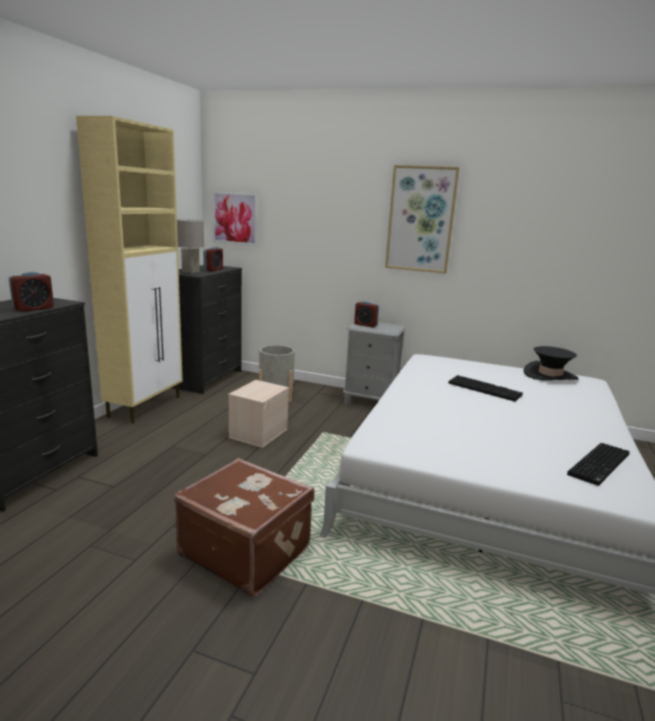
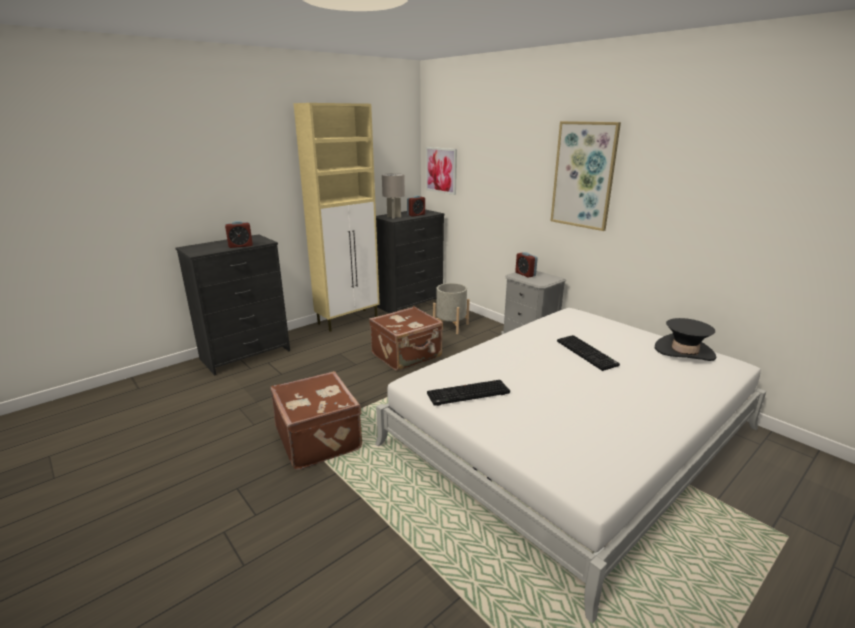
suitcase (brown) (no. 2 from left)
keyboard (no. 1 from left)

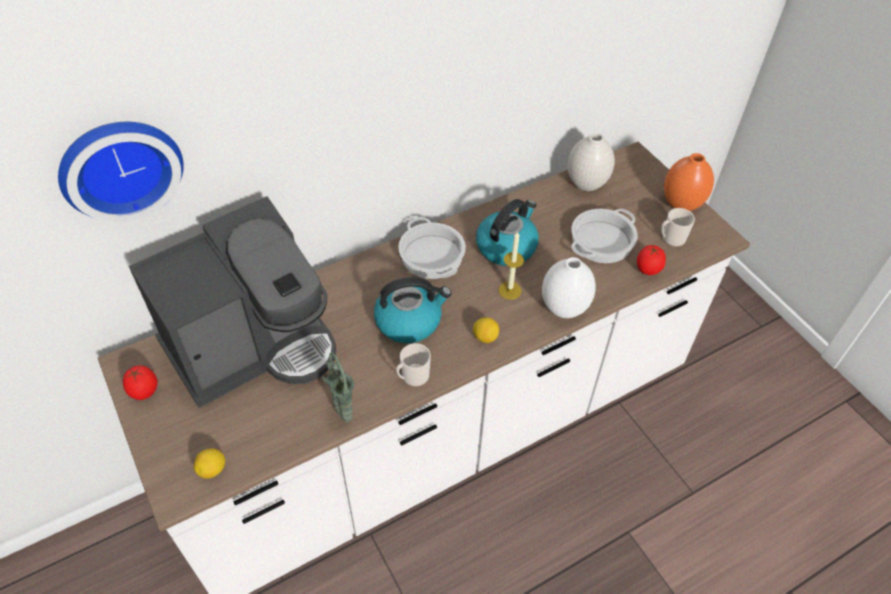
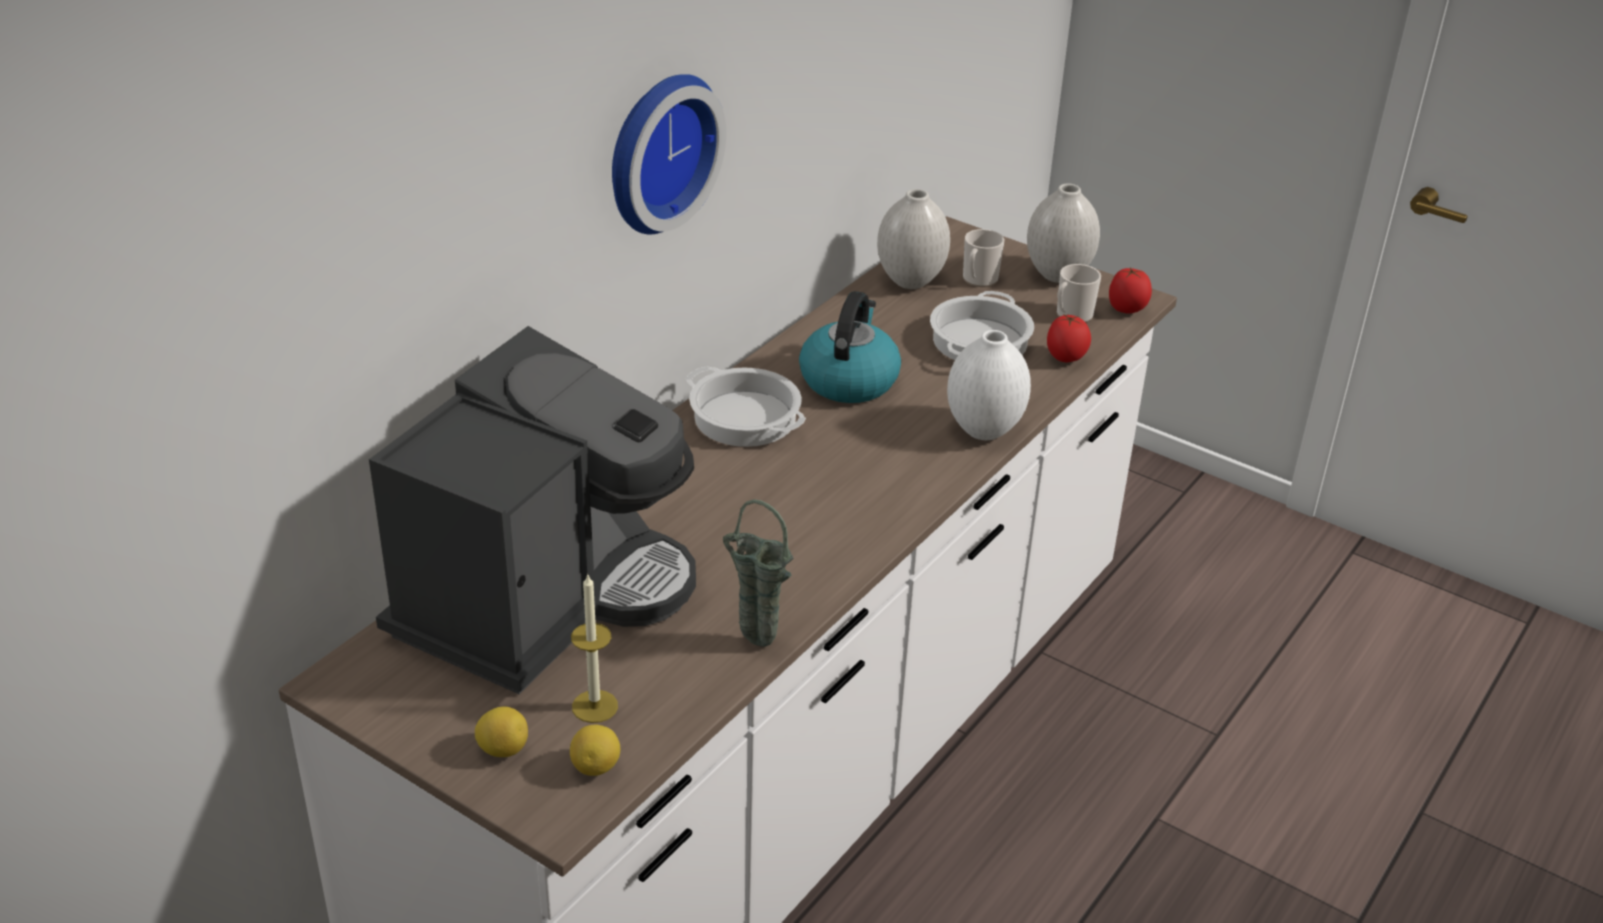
lemon (no. 1 from left)
candle
wall clock
mug (no. 1 from left)
vase (white) (no. 3 from left)
tomato (no. 2 from left)
kettle (no. 1 from left in the first image)

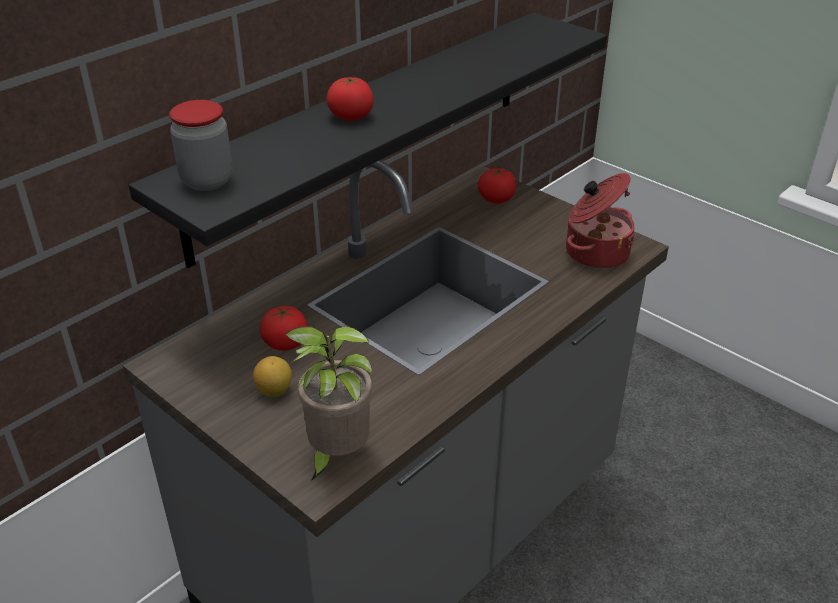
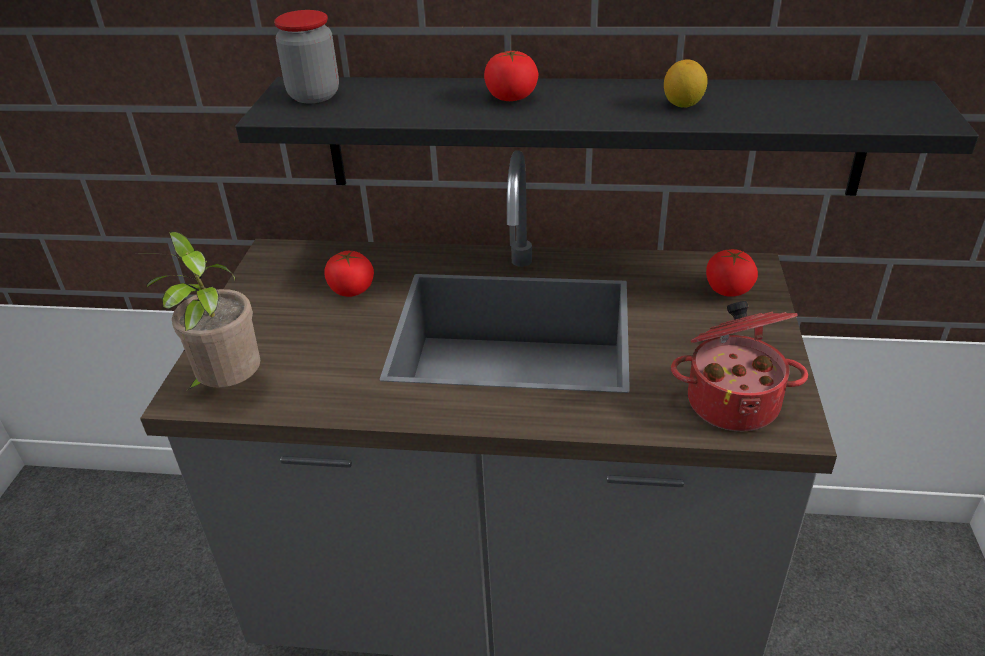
lemon

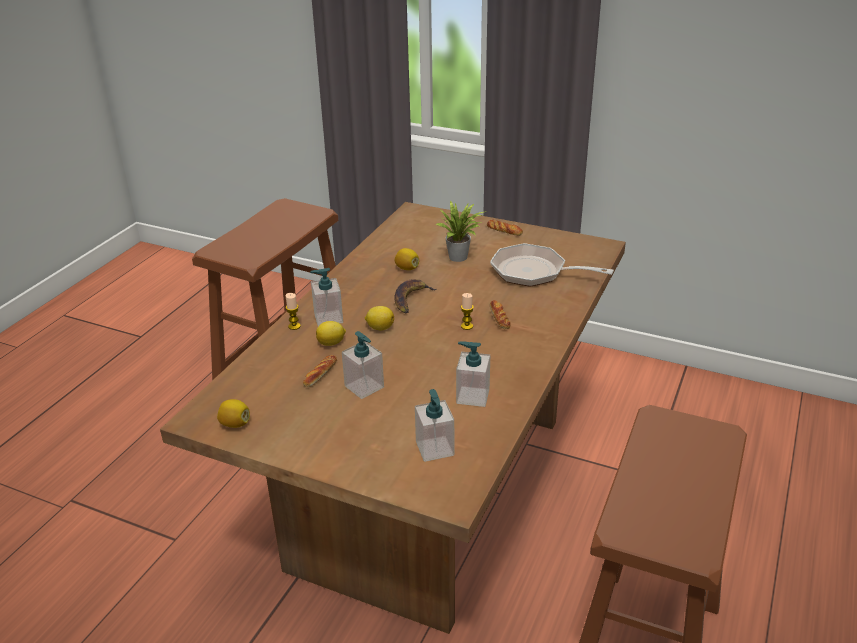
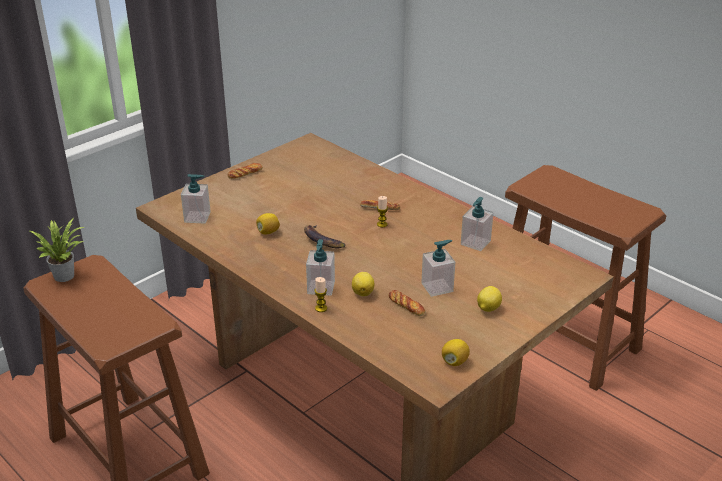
potted plant
soap dispenser (no. 1 from left)
lemon (no. 4 from left)
frying pan

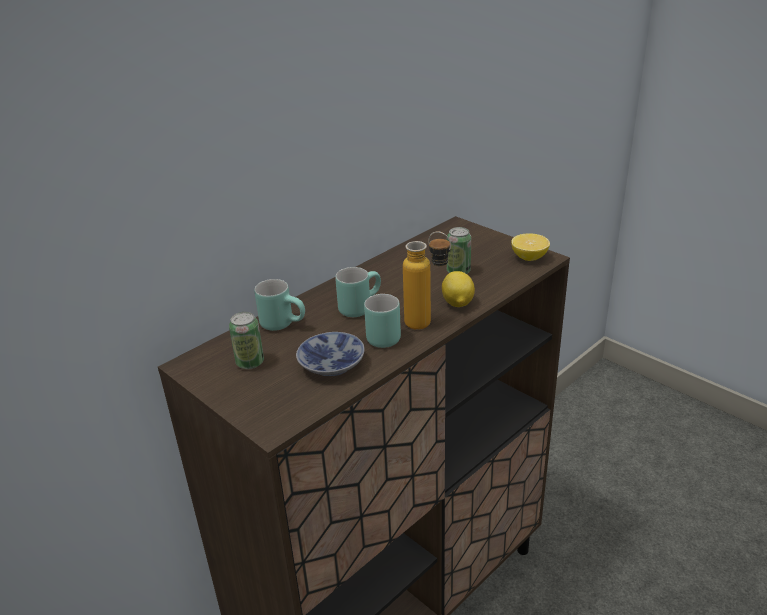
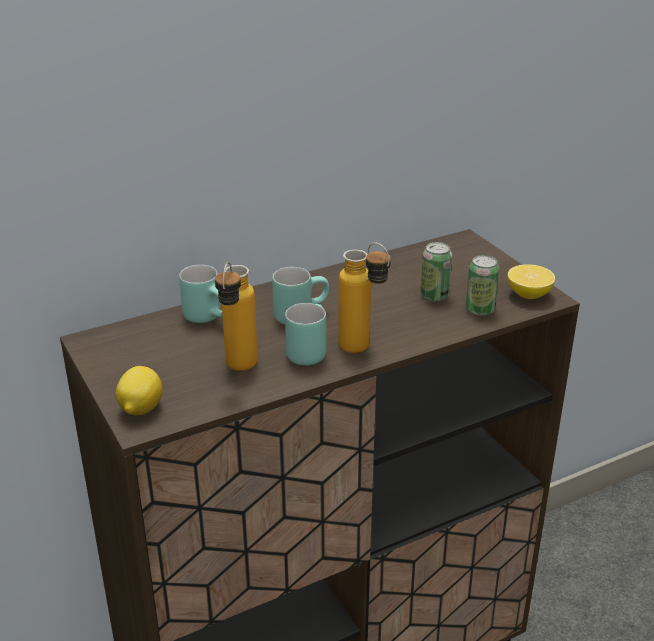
lemon (no. 1 from left)
bottle (no. 1 from left)
can (no. 2 from left)

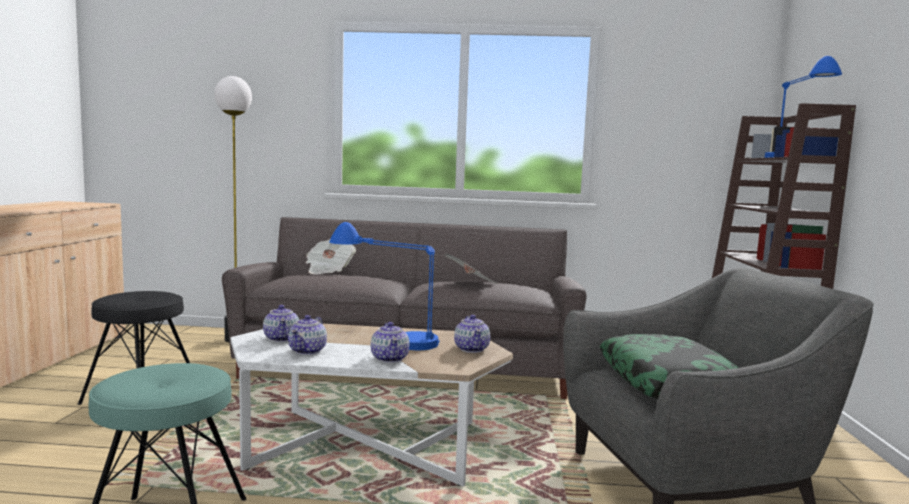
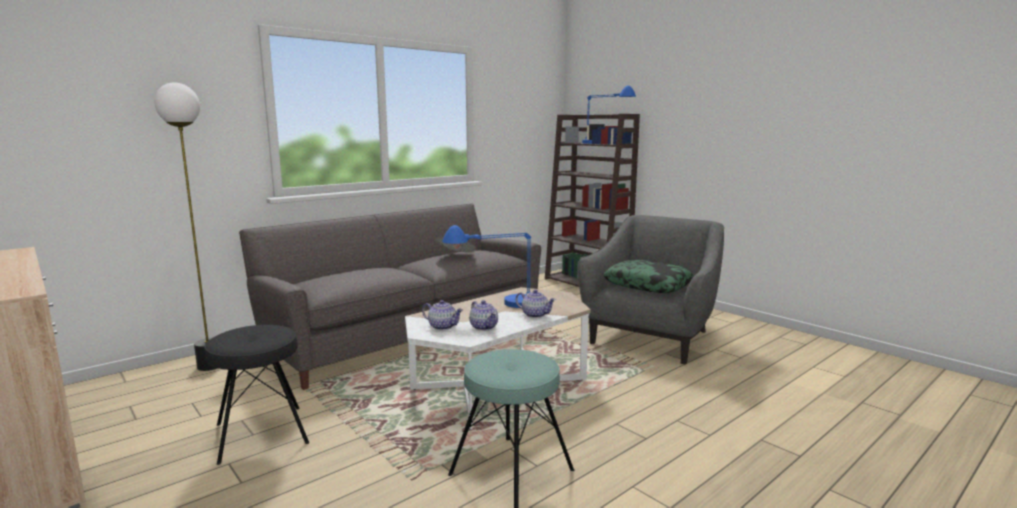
newspaper (no. 1 from left in the first image)
teapot (no. 4 from left in the first image)

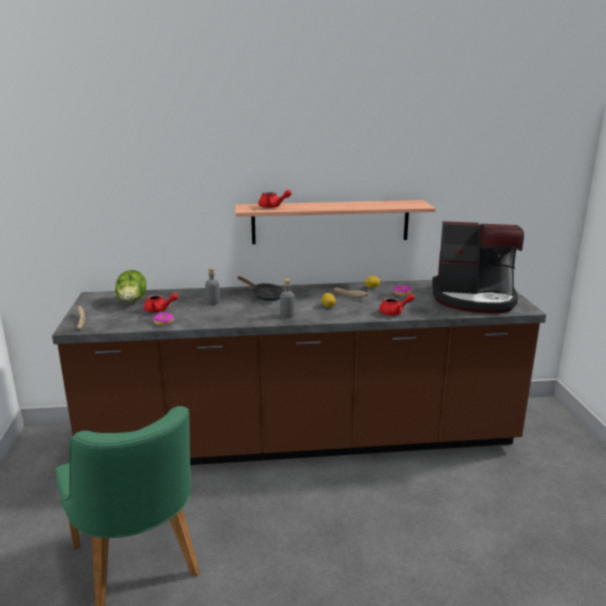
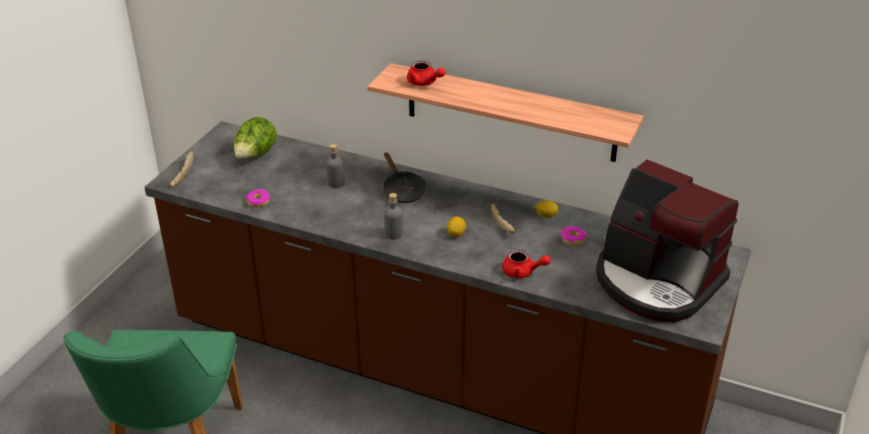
teapot (red) (no. 1 from left in the first image)

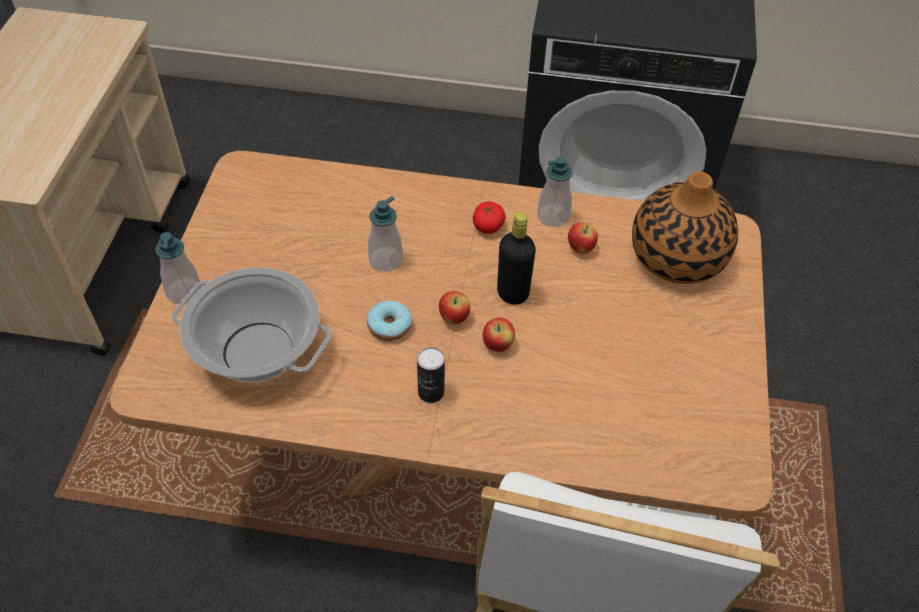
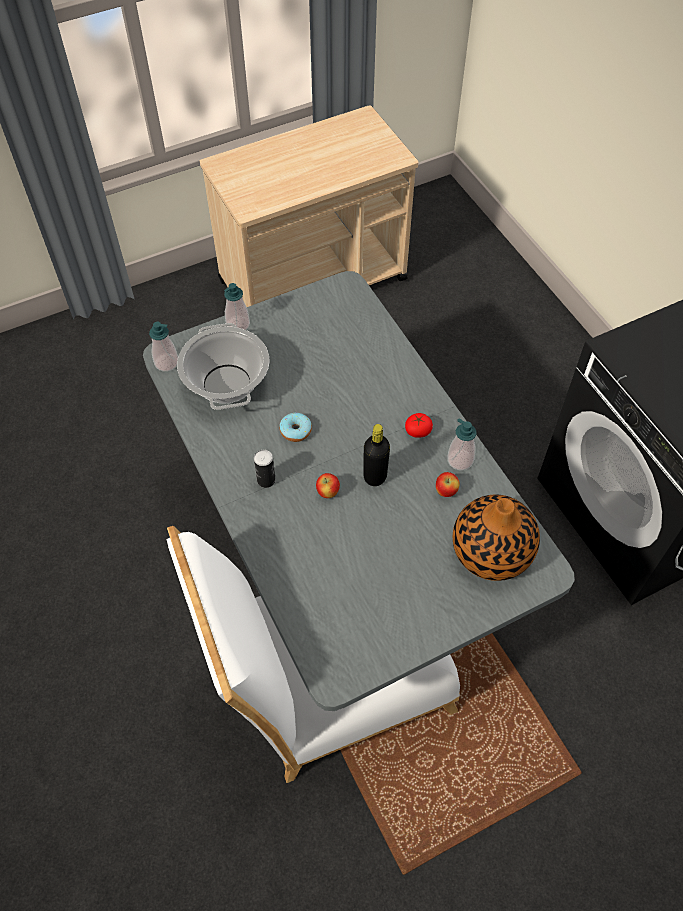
dining table (grey)
soap dispenser (no. 1 from left)
apple (no. 1 from left in the first image)

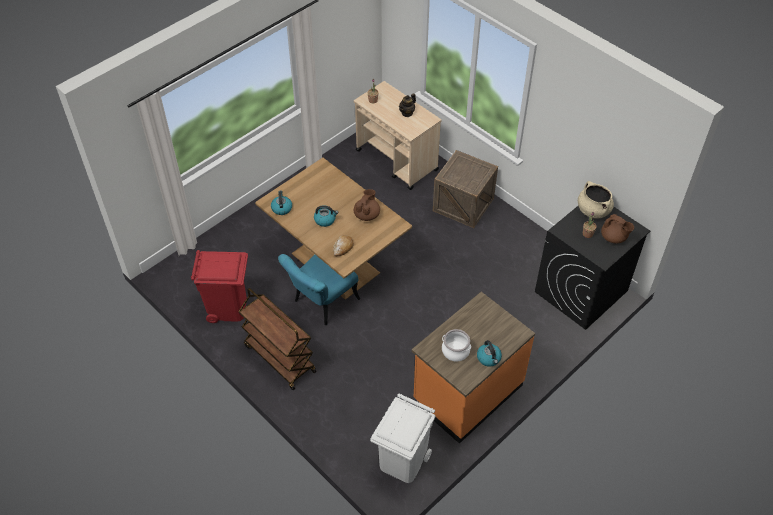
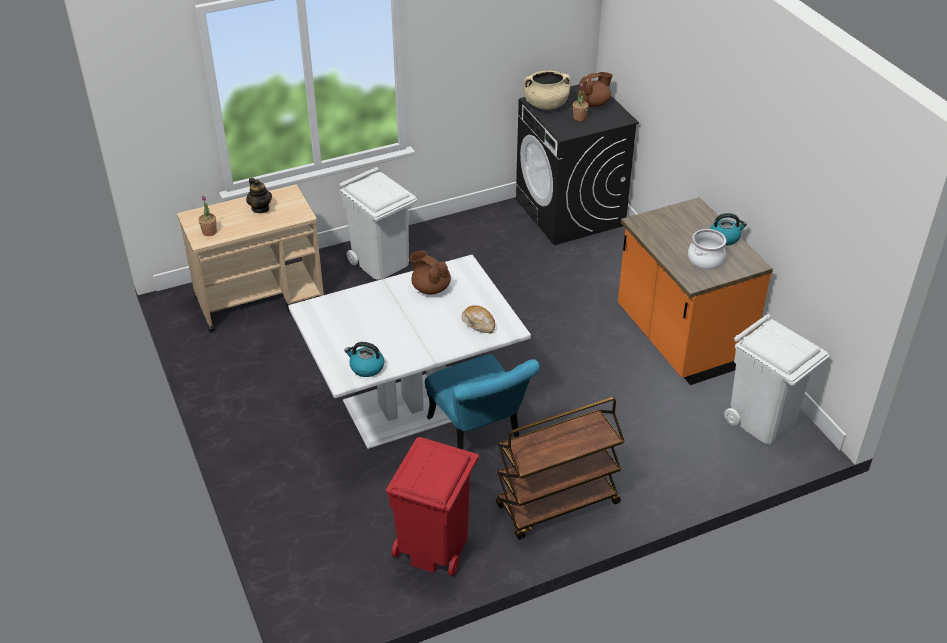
dining table (white)
trash can (white) (no. 1 from left)
kettle (no. 2 from left in the first image)

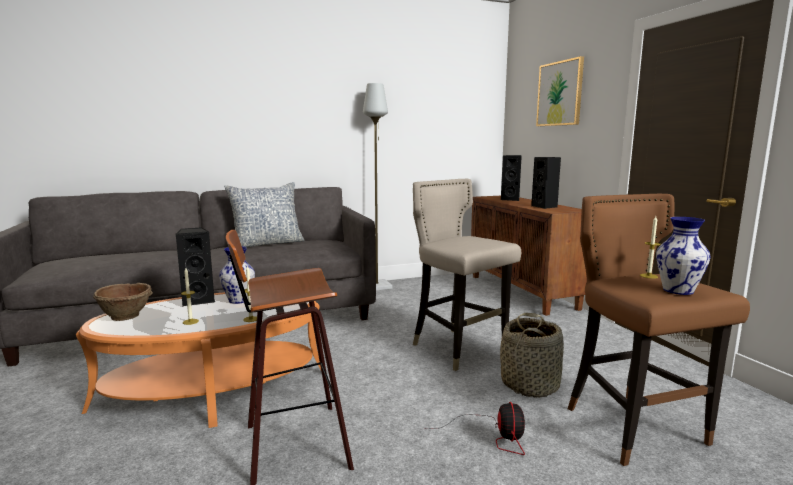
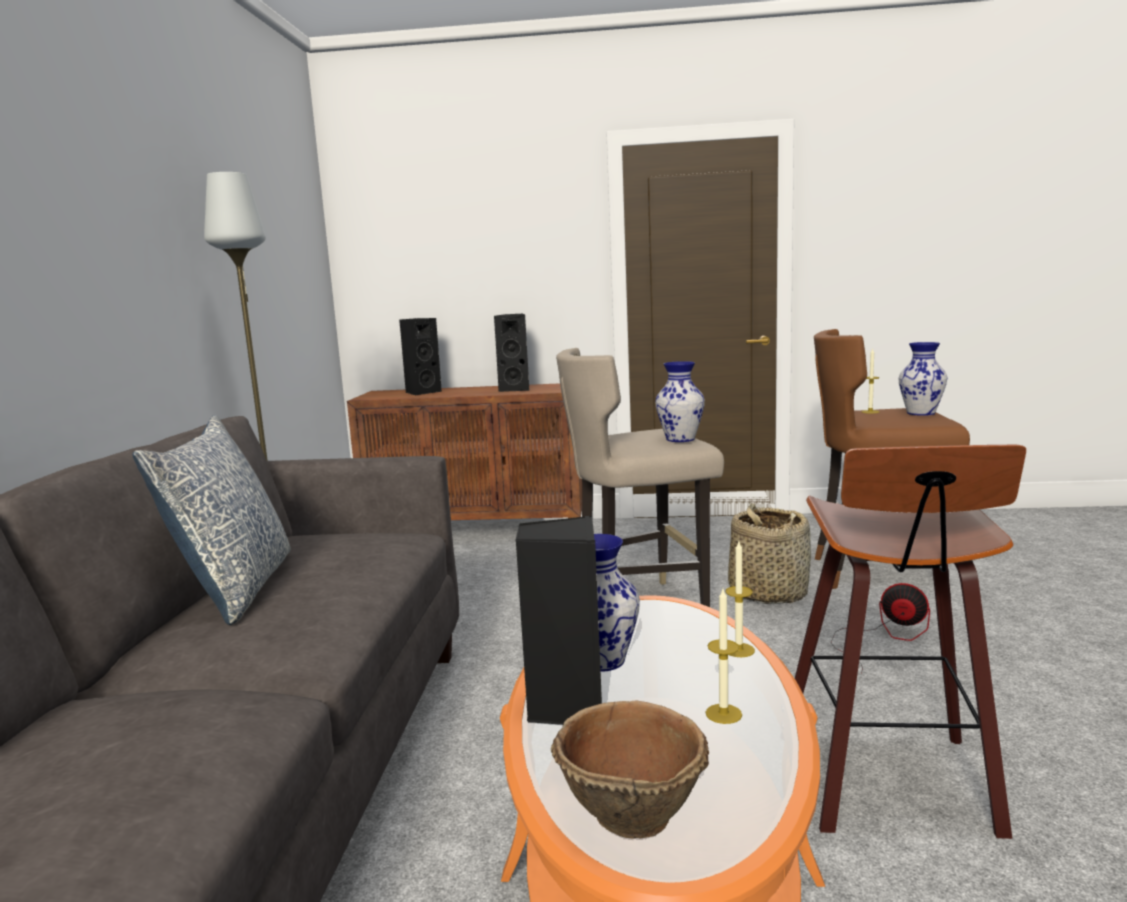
vase (no. 2 from left)
picture

